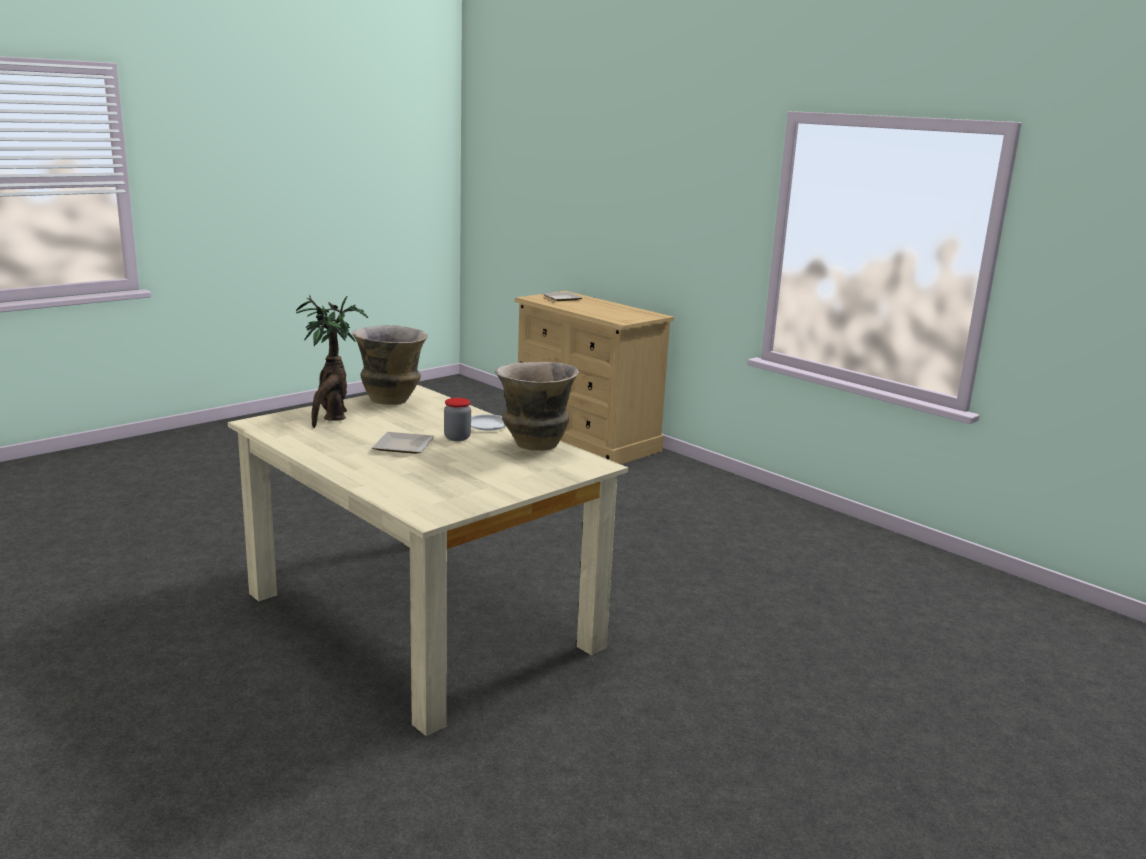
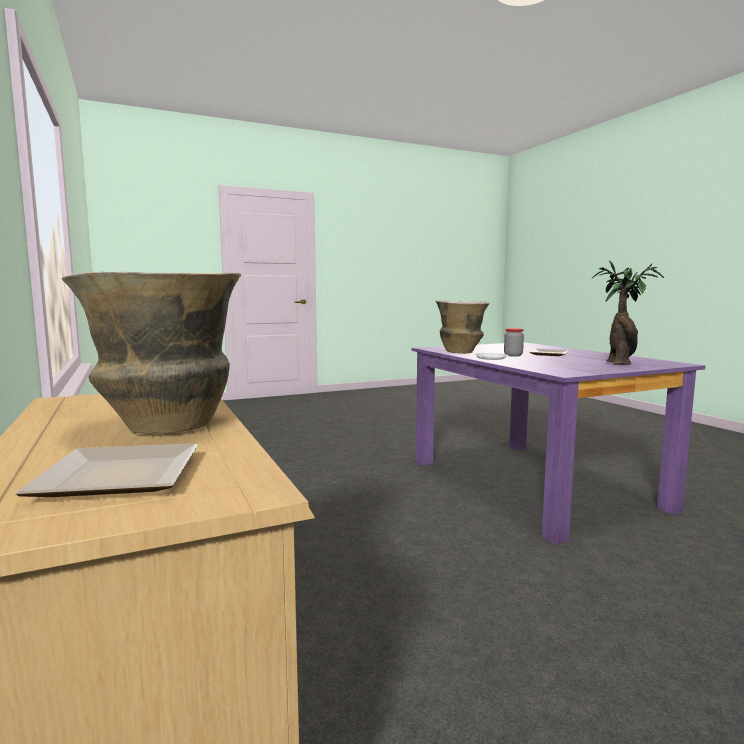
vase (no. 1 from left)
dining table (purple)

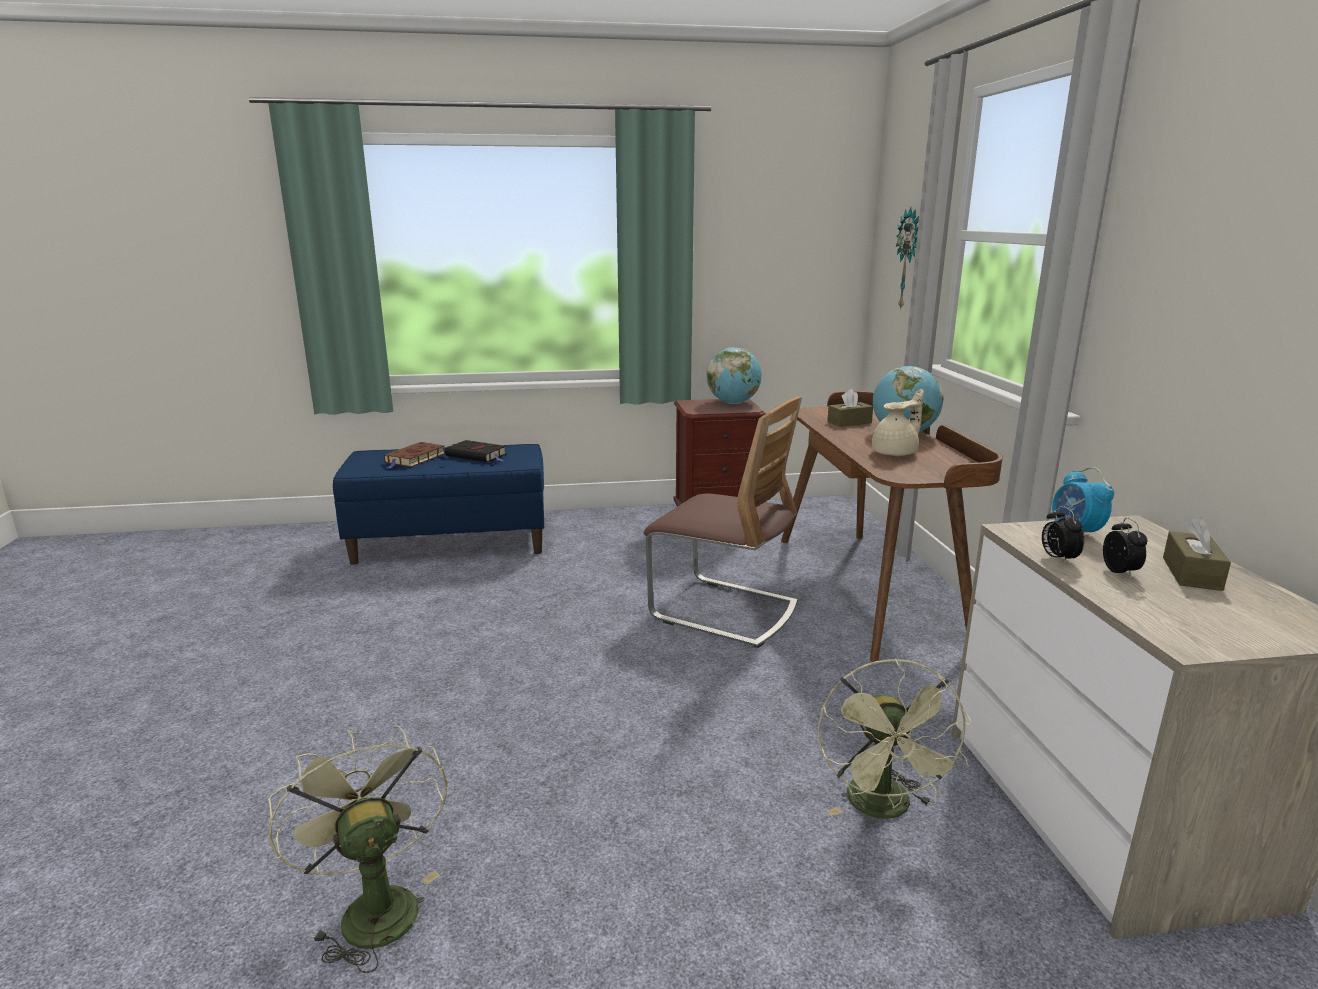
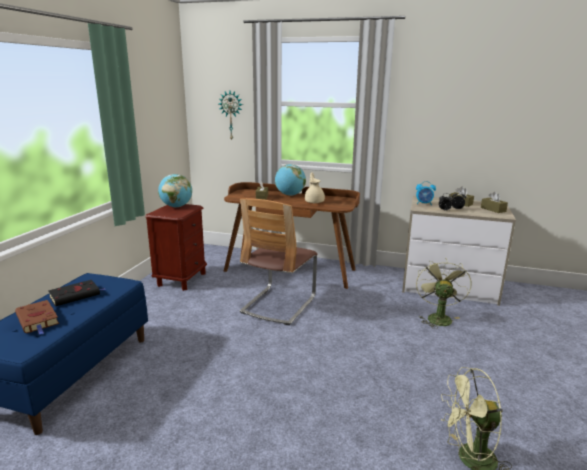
chair
fan (green) (no. 1 from left)
tissue box (brown) (no. 3 from left)

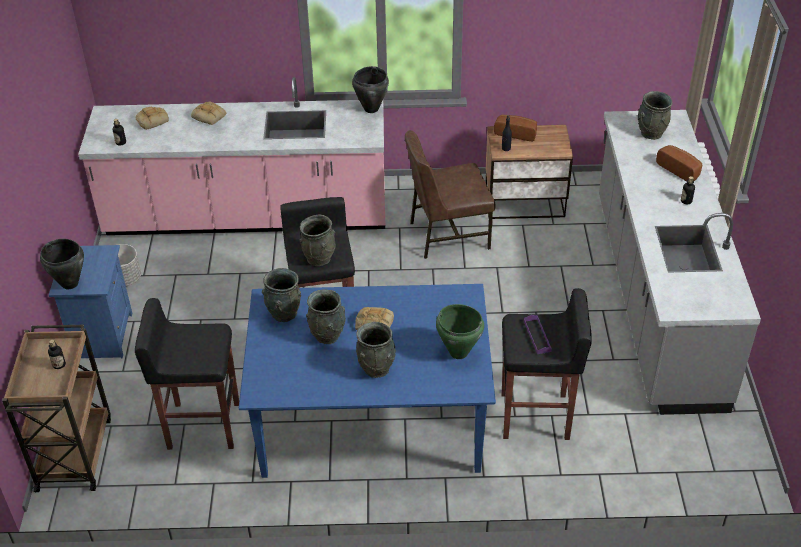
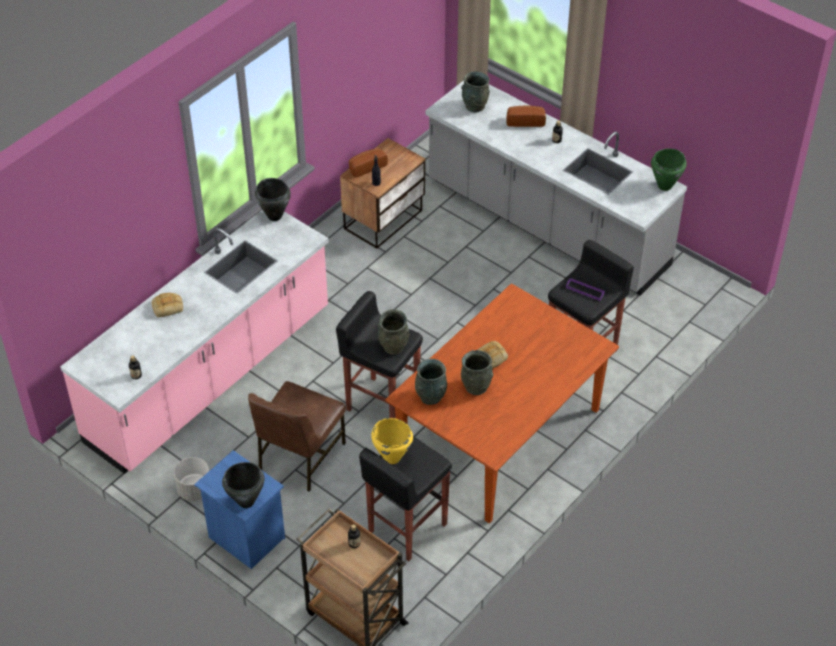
chair (brown)
cooking pot (yellow)
dining table (brown)
cooking pot (green)
bread (no. 1 from left in the first image)
vase (grey) (no. 4 from left in the first image)

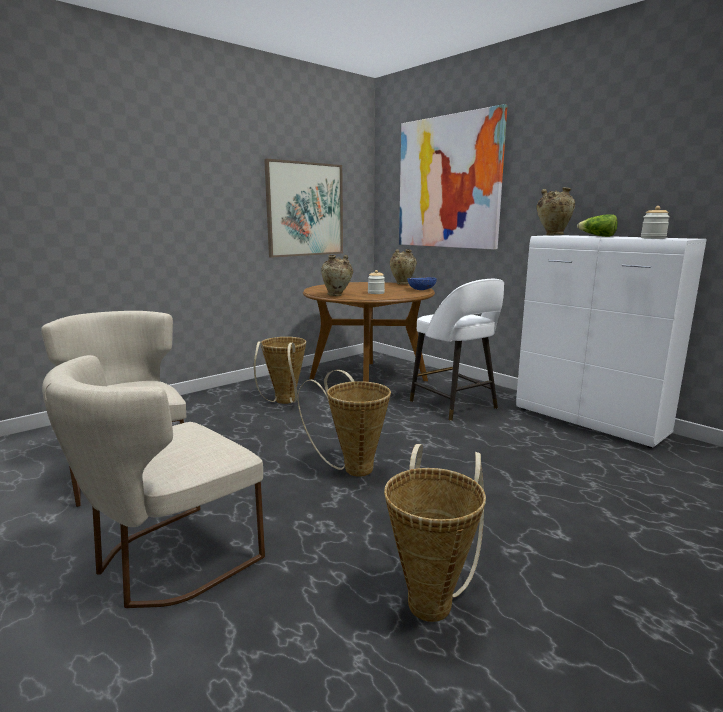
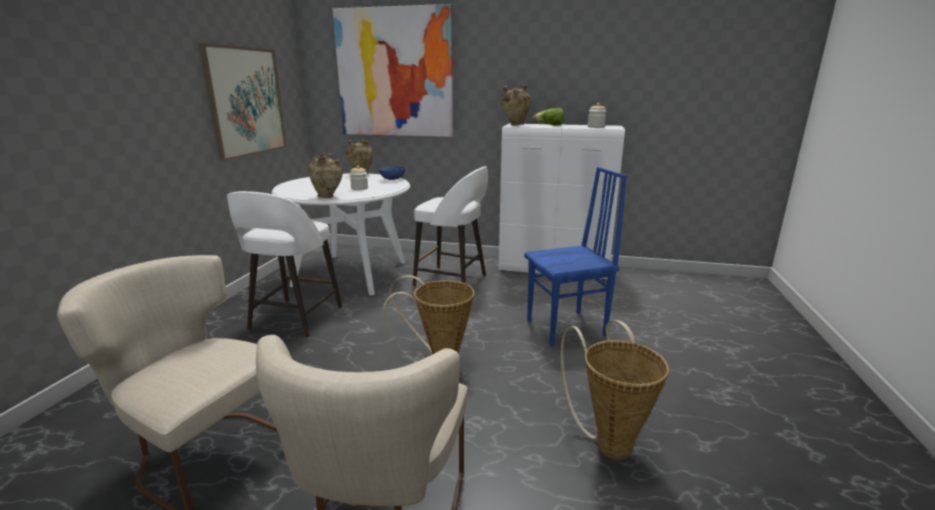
stool (white) (no. 1 from left)
dining table (white)
chair (blue)

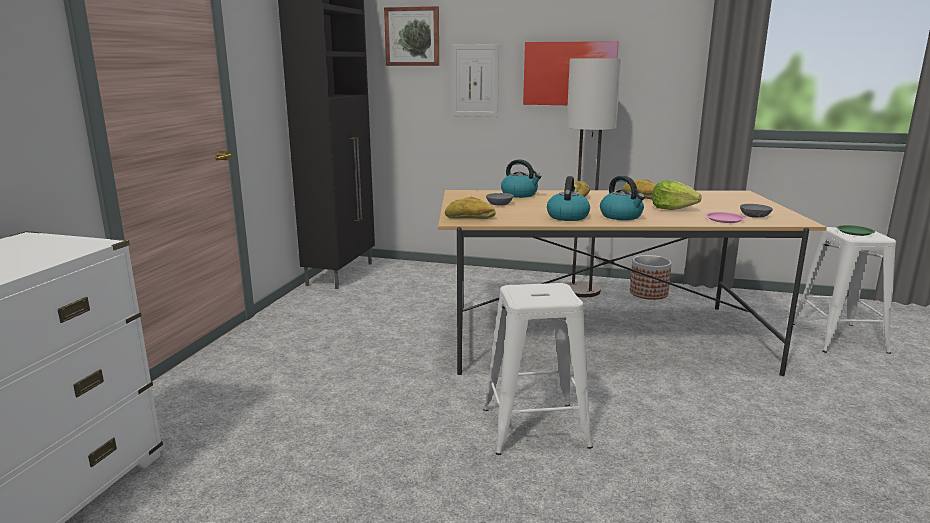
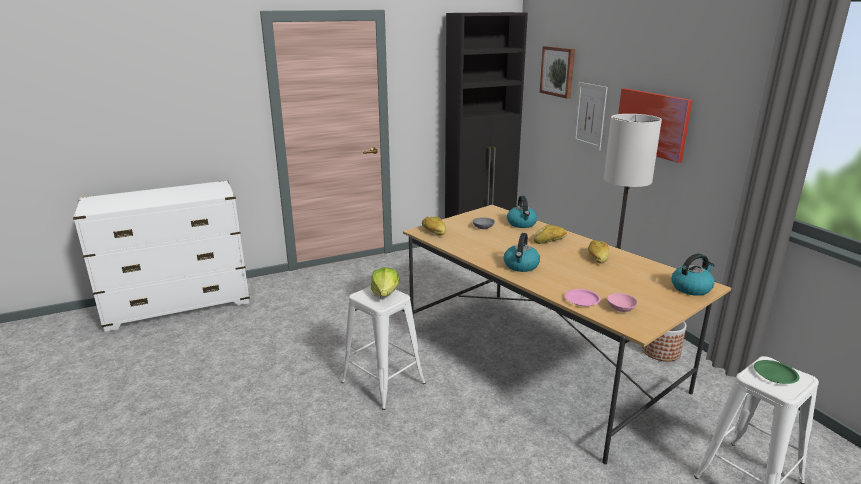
lettuce
bowl (pink)
kettle (no. 3 from left)

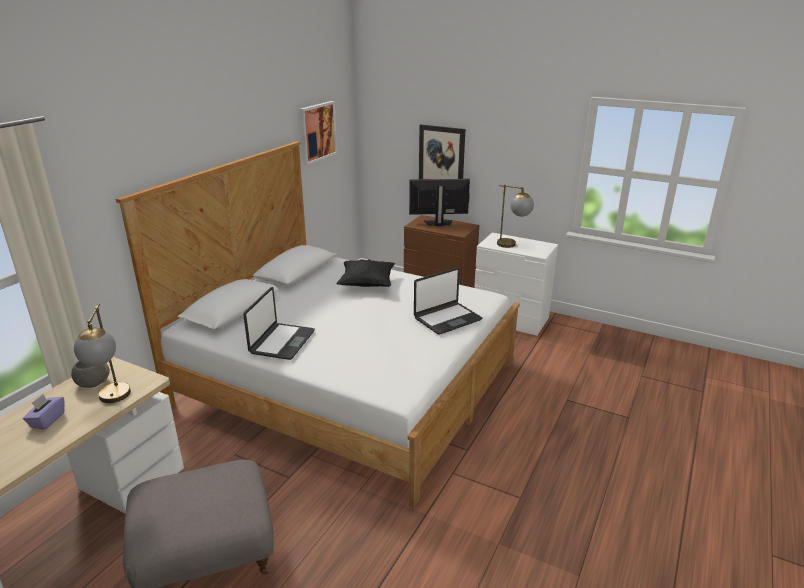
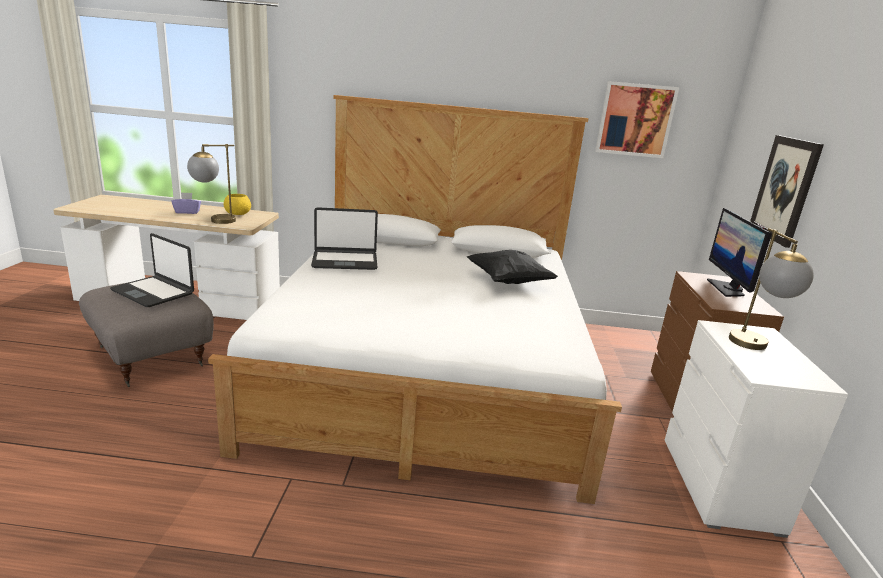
laptop (no. 1 from left)
bowl (yellow)
monitor

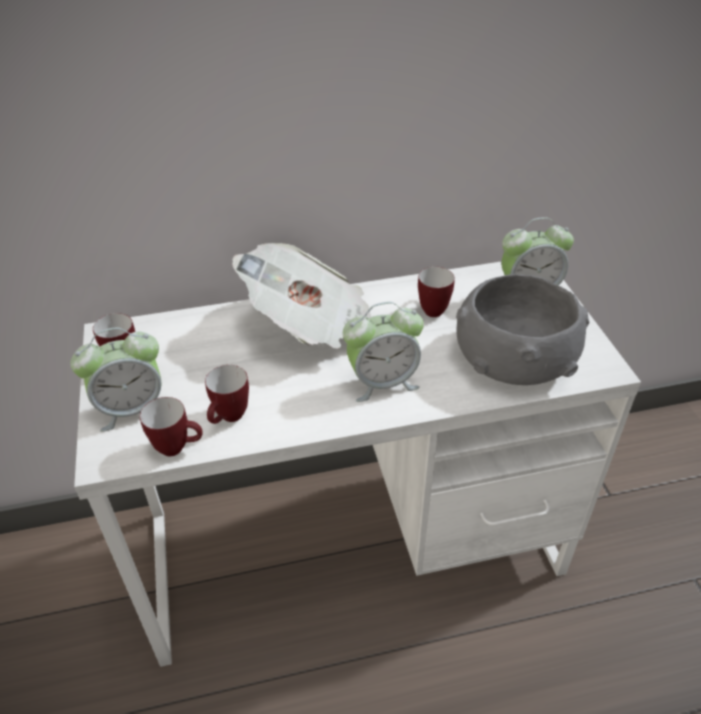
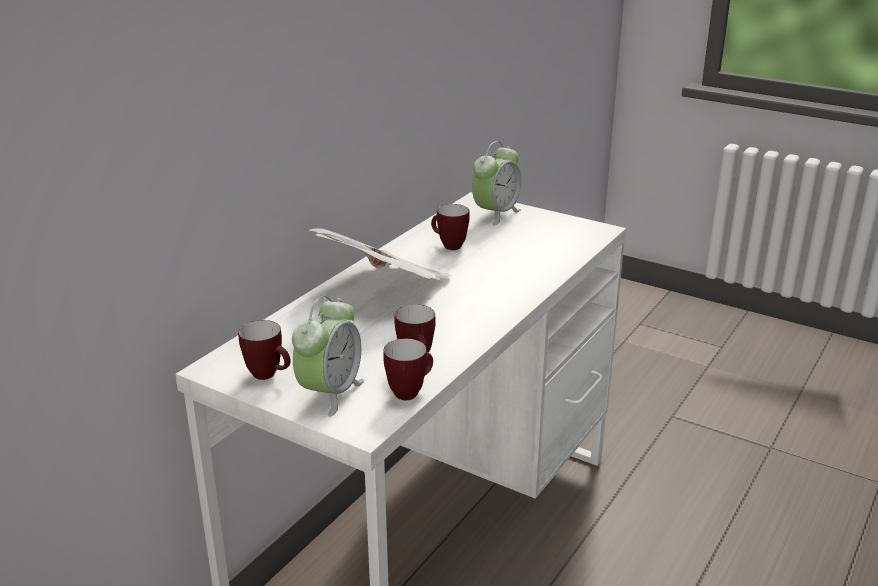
alarm clock (no. 2 from left in the first image)
bowl (grey)

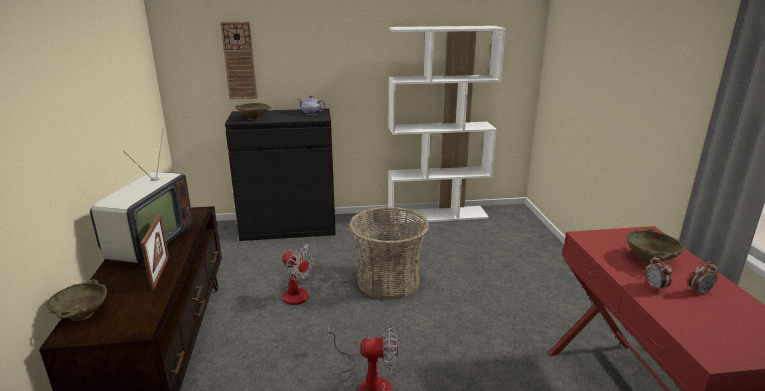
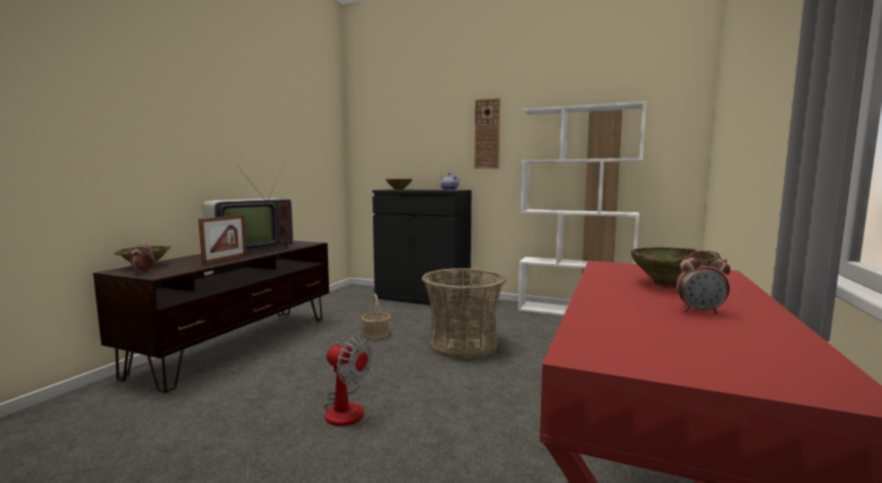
alarm clock (no. 1 from left)
basket (no. 1 from left)
wall clock

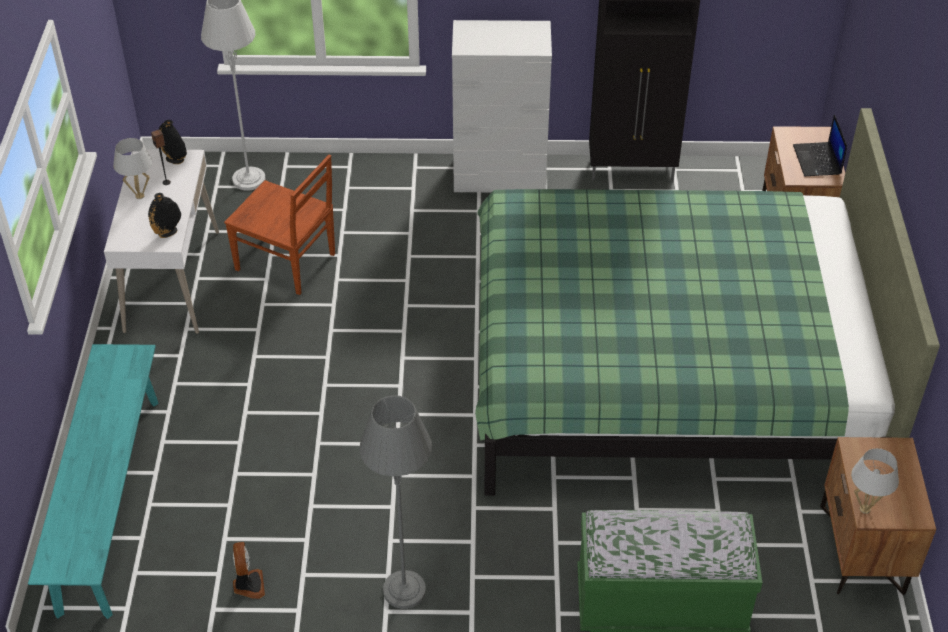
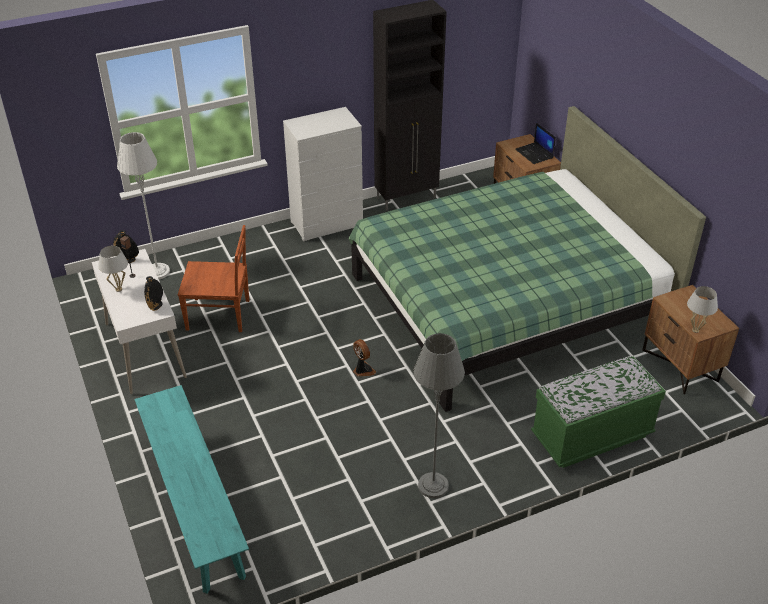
fan

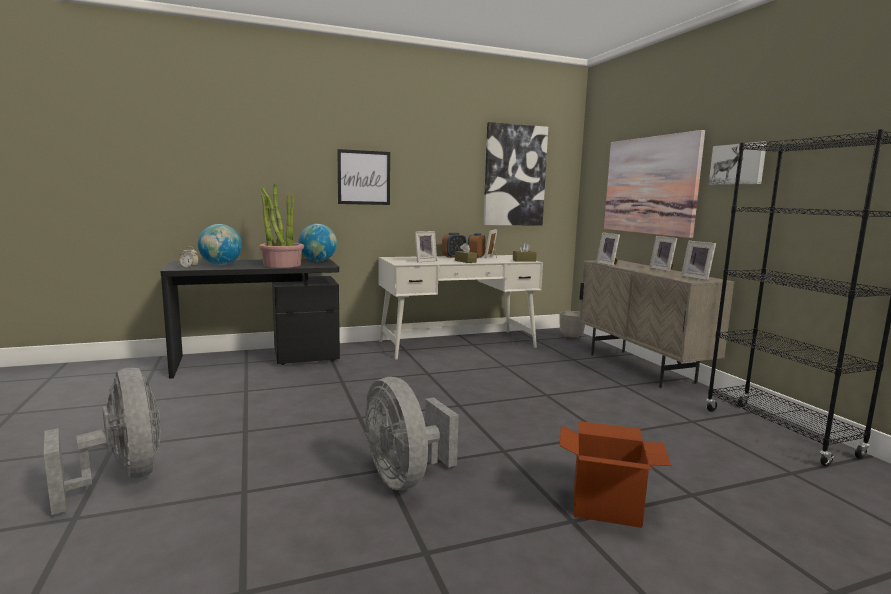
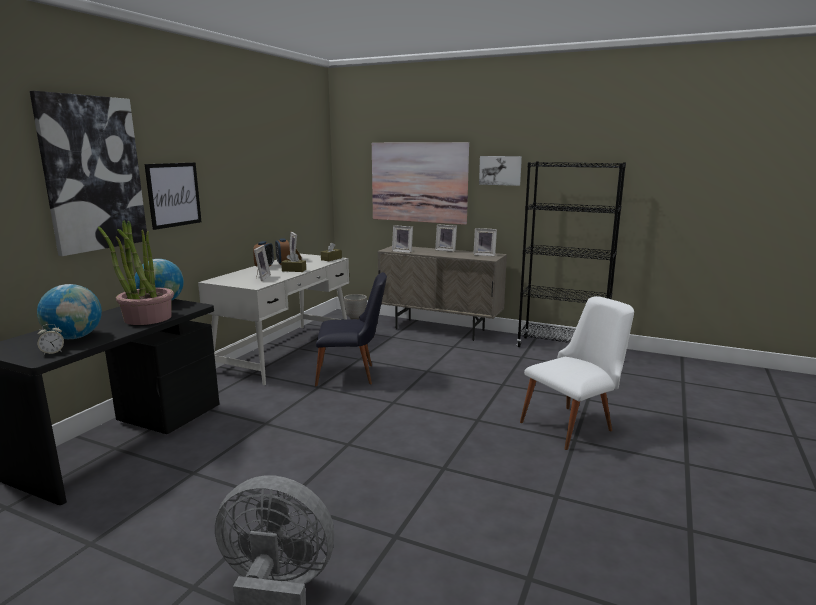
picture (no. 1 from left)
chair (black)
chair (white)
fan (grey) (no. 2 from left in the first image)

